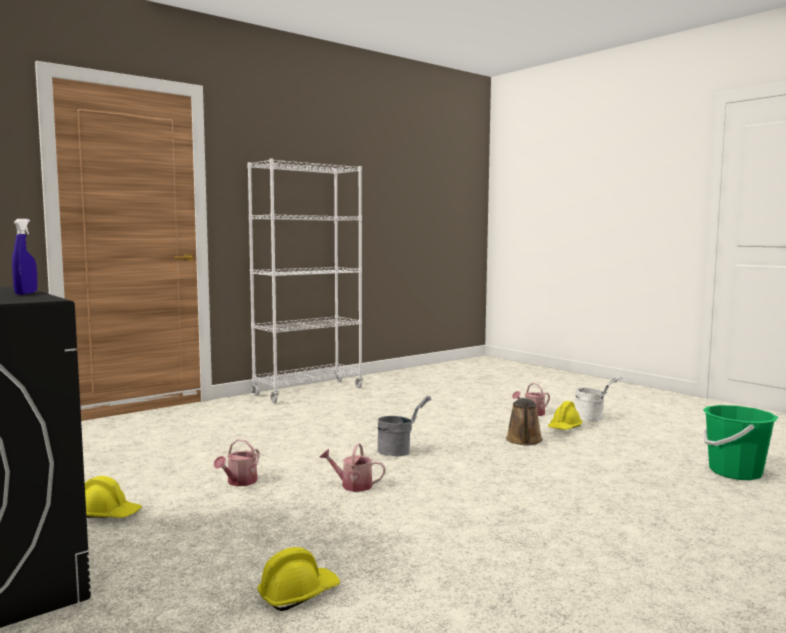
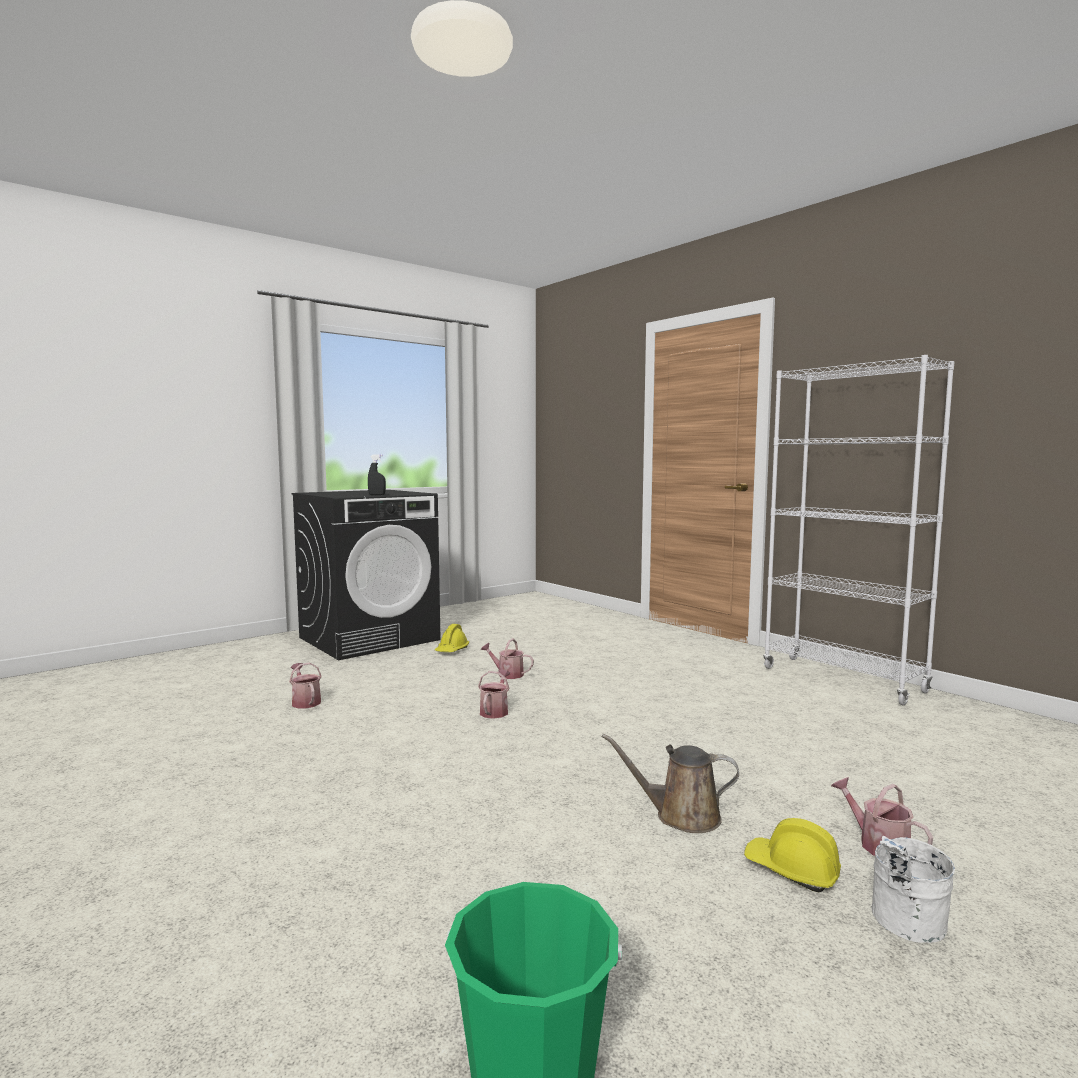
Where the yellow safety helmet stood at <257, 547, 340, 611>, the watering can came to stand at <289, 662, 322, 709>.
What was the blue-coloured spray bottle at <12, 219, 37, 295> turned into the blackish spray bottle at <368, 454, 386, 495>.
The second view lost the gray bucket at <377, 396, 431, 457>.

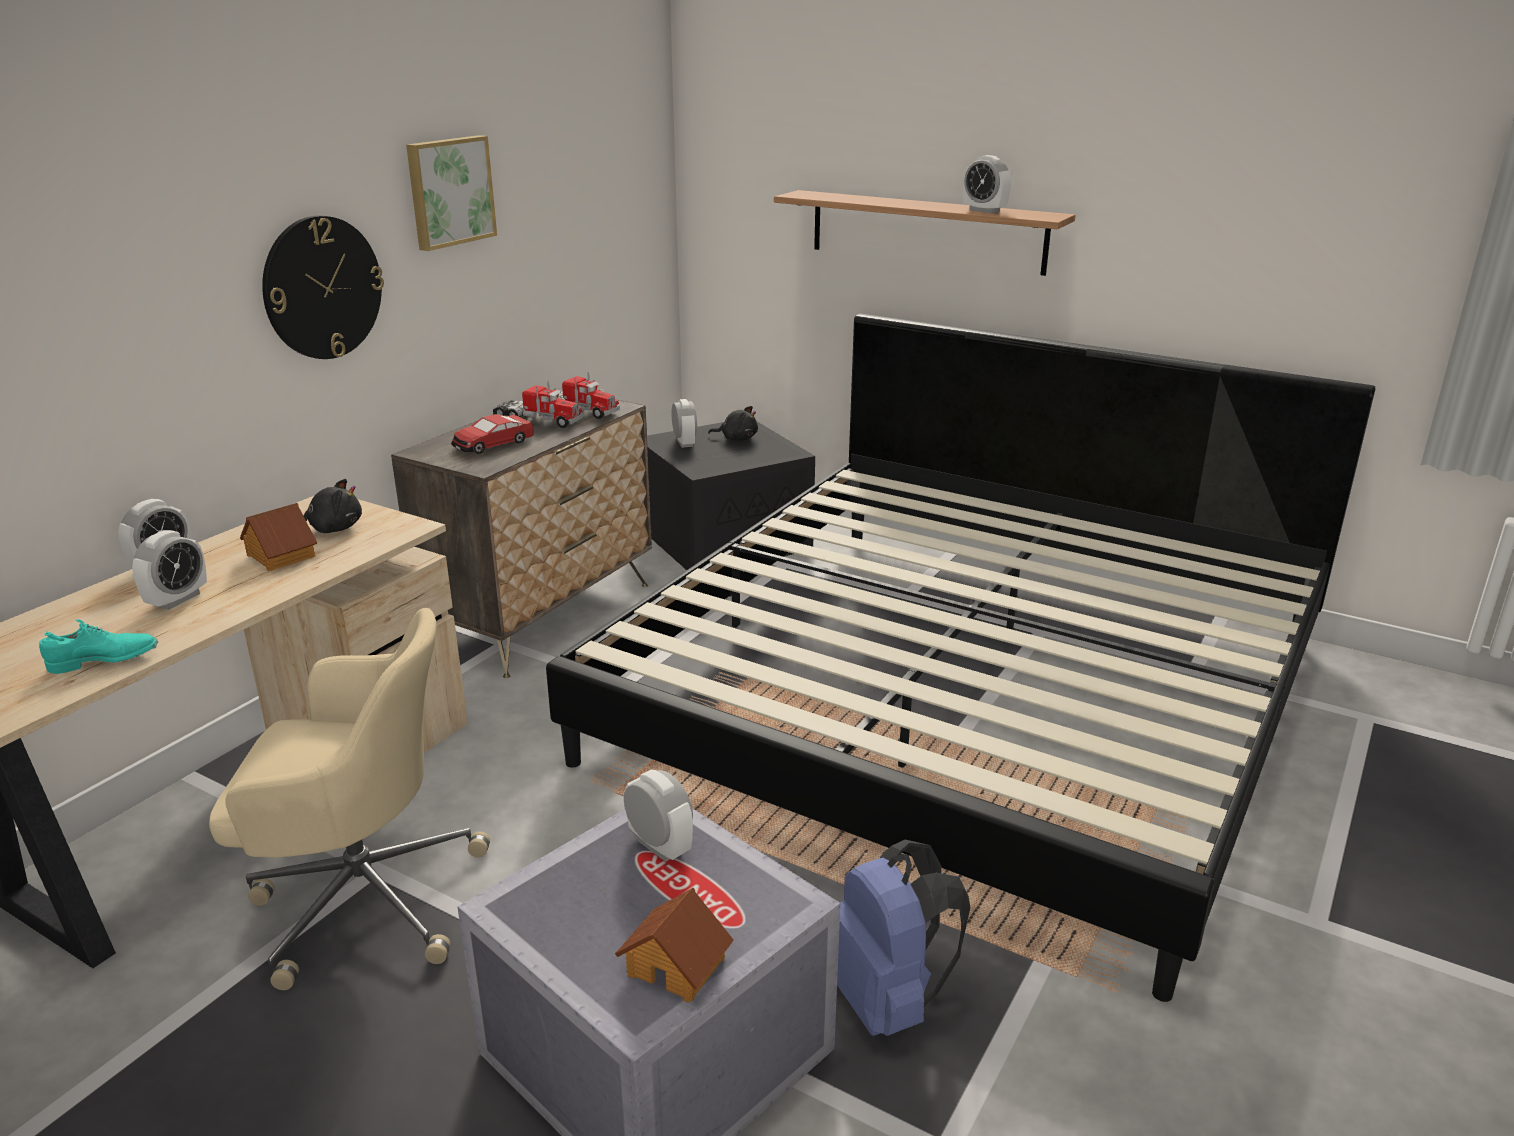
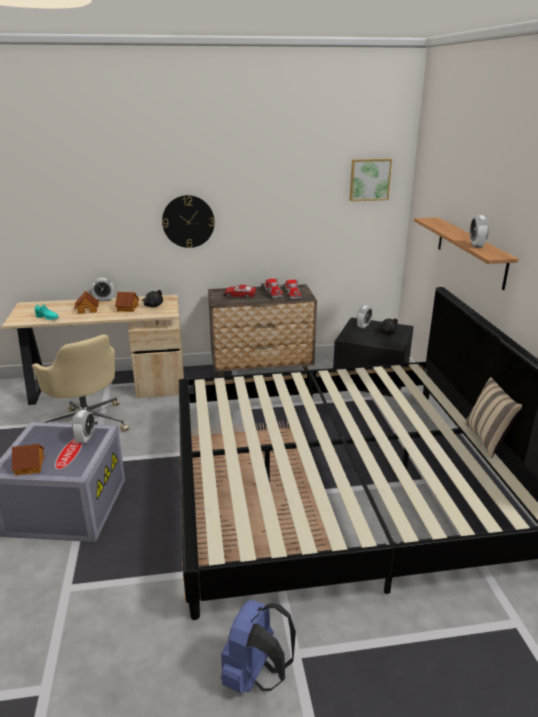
Where the alarm clock stood at <132, 530, 207, 610>, the miniature house came to stand at <74, 291, 99, 314>.
The blue-coloured rucksack ended up elsewhere, having gone from <837, 840, 971, 1036> to <221, 600, 296, 693>.
The wall picture ended up elsewhere, having gone from <406, 135, 497, 251> to <350, 159, 392, 201>.
The second view gained the sand-coloured pillow at <464, 377, 522, 458>.

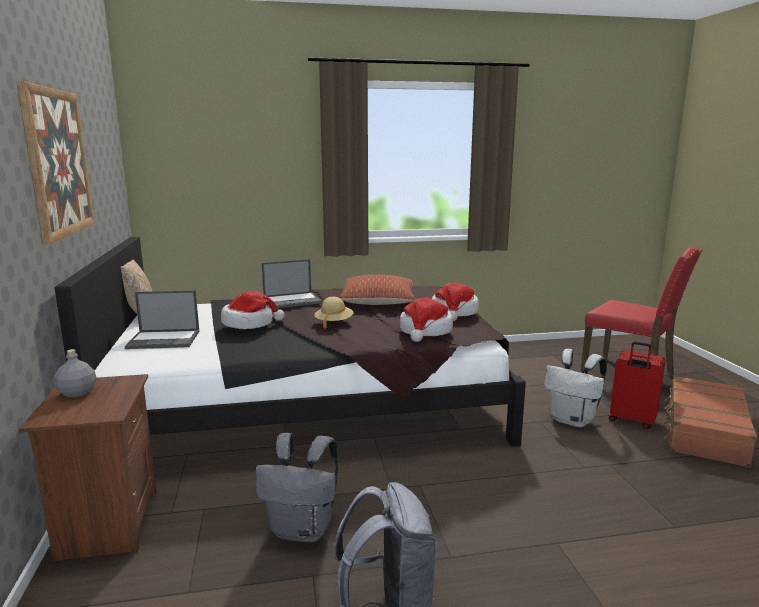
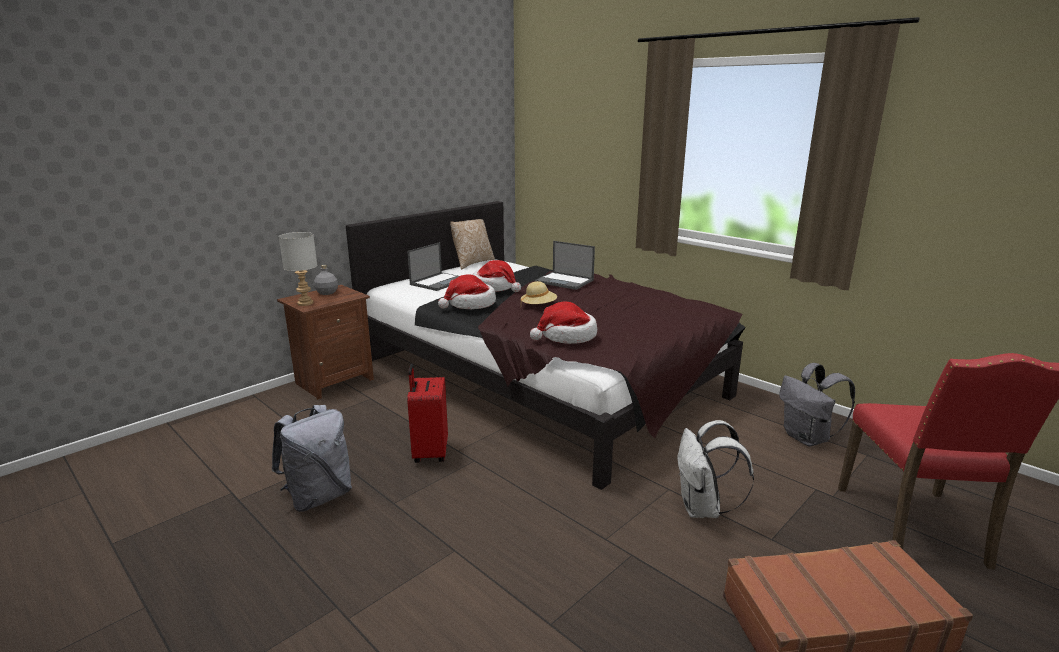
The second view gained the gray tabletop lamp at <279, 232, 317, 306>.
The notebook computer at <125, 290, 199, 349> ended up facing another way, 105 degrees counterclockwise from before.
The reddish suitcase ended up elsewhere, having gone from <609, 341, 666, 429> to <407, 364, 448, 463>.
The wearable hat ended up elsewhere, having gone from <432, 283, 479, 321> to <438, 274, 496, 309>.
The gray rucksack ended up elsewhere, having gone from <256, 433, 339, 542> to <779, 363, 855, 446>.
The second view lost the wall picture at <17, 81, 94, 244>.
The second view lost the pillow at <339, 275, 415, 305>.

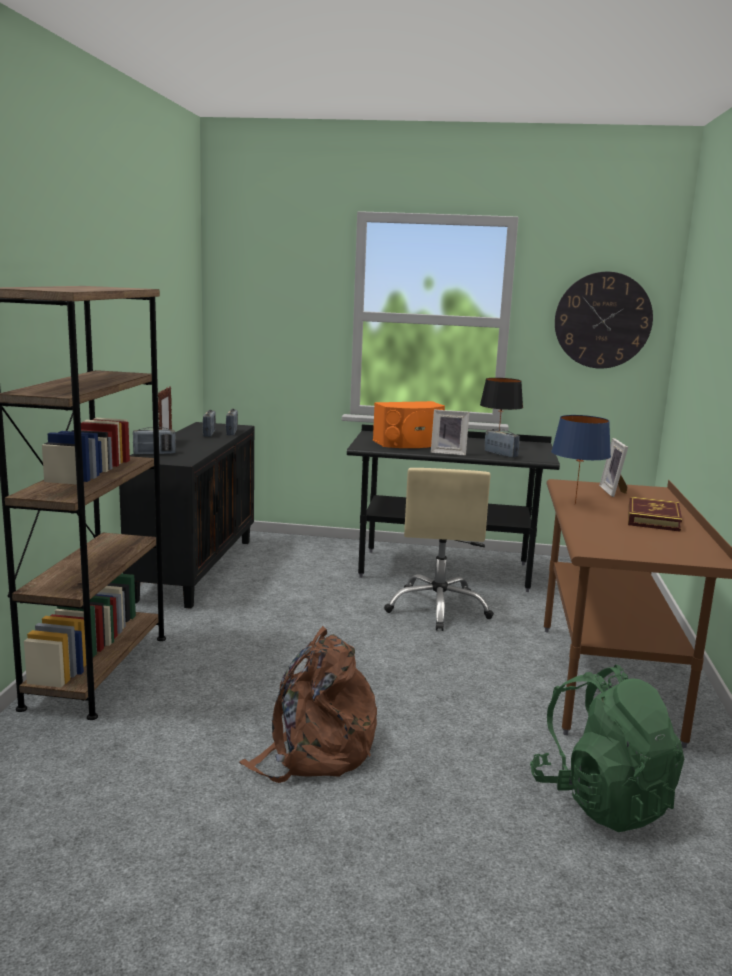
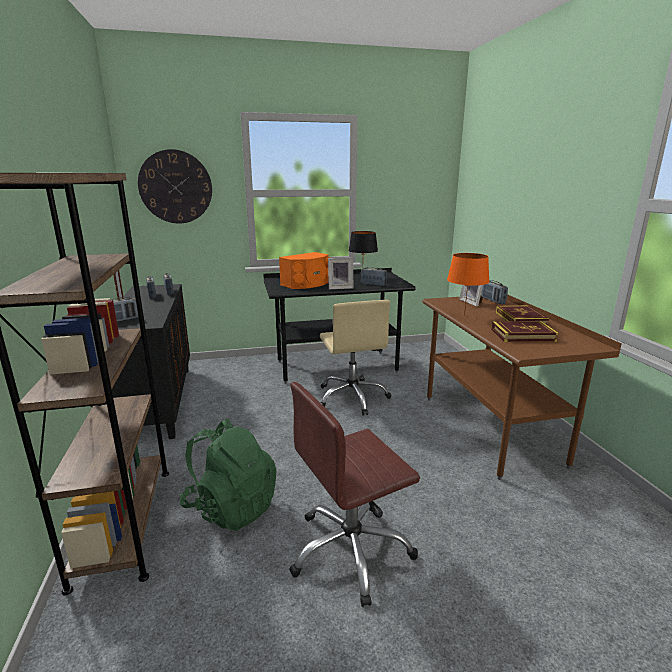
The clock on the wall ended up elsewhere, having gone from <555, 272, 653, 369> to <138, 149, 212, 223>.
The greenish rucksack ended up elsewhere, having gone from <530, 664, 684, 832> to <180, 419, 277, 531>.
Where the brown-coloured rucksack stood at <239, 626, 377, 783>, the brown-coloured desk chair came to stand at <289, 382, 420, 607>.
What was the blue-coloured tabletop lamp at <551, 415, 611, 505> turned into the orange-coloured tabletop lamp at <447, 253, 490, 316>.
The second view gained the radio receiver at <481, 280, 508, 304>.
The second view gained the bound book at <491, 321, 559, 342>.

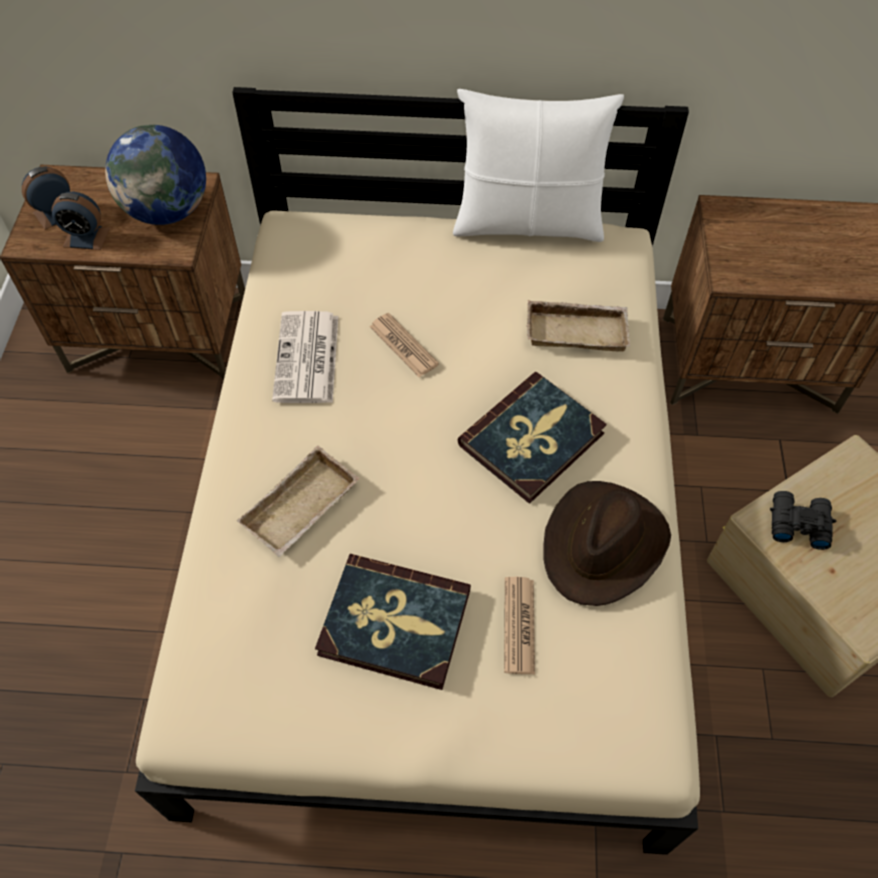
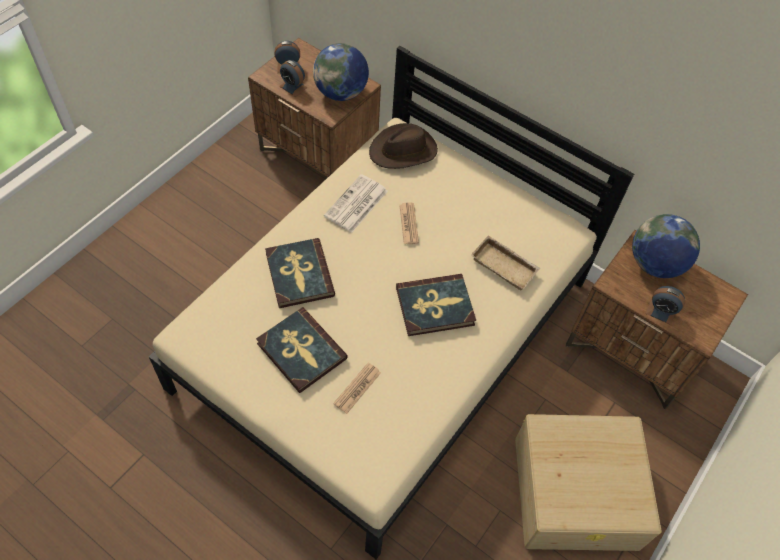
Where the sand-coloured serving tray stood at <237, 445, 360, 557>, the bound book came to stand at <265, 238, 335, 308>.
The brown-coloured wearable hat ended up elsewhere, having gone from <543, 481, 671, 606> to <369, 123, 438, 169>.
The second view gained the world globe at <632, 214, 700, 278>.
The second view gained the alarm clock at <646, 286, 685, 325>.
The second view lost the whitish pillow at <453, 89, 624, 242>.
The second view lost the blackish binoculars at <770, 491, 836, 550>.

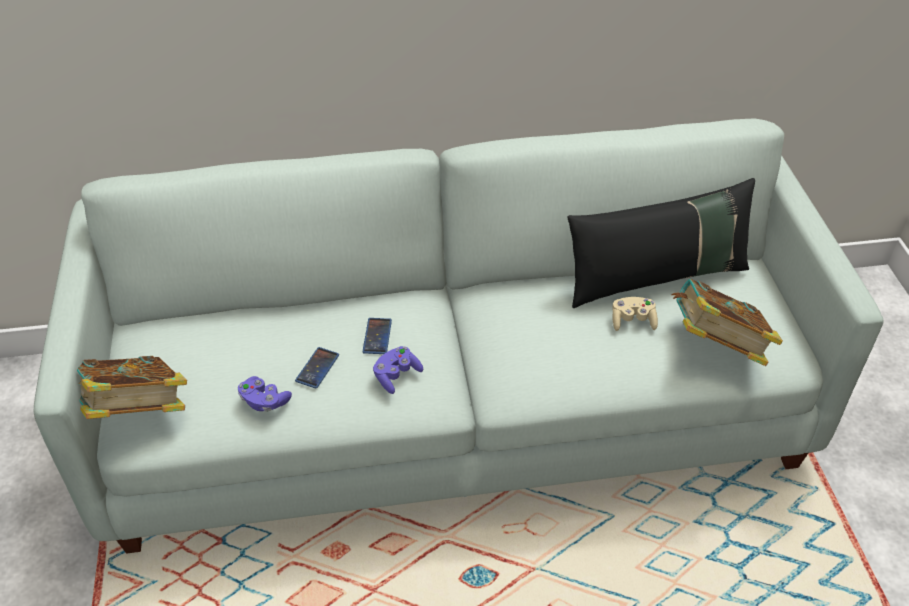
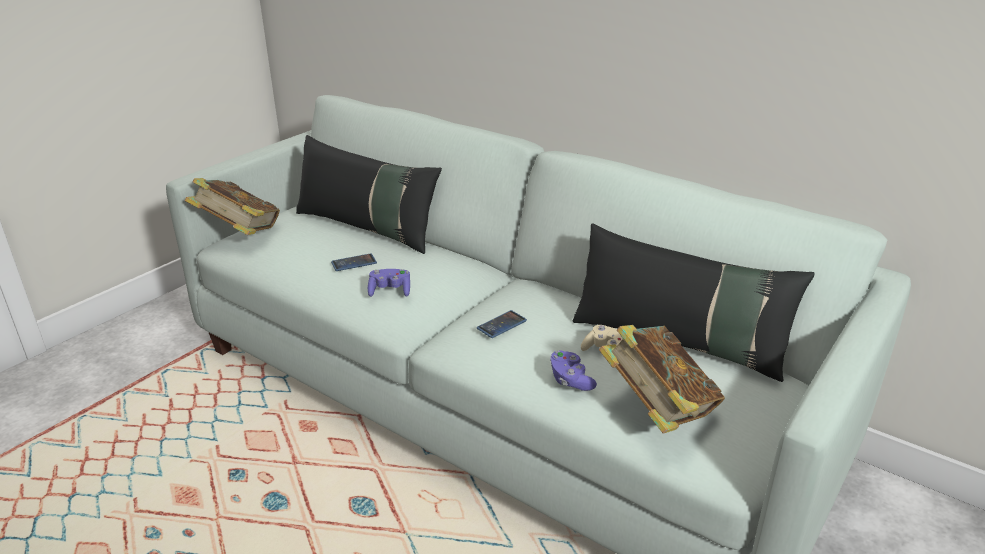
The second view gained the blackish pillow at <296, 135, 442, 254>.
The telephone ended up elsewhere, having gone from <363, 318, 392, 354> to <477, 310, 527, 338>.
The purple-coloured gamepad ended up elsewhere, having gone from <238, 376, 292, 412> to <550, 351, 597, 391>.

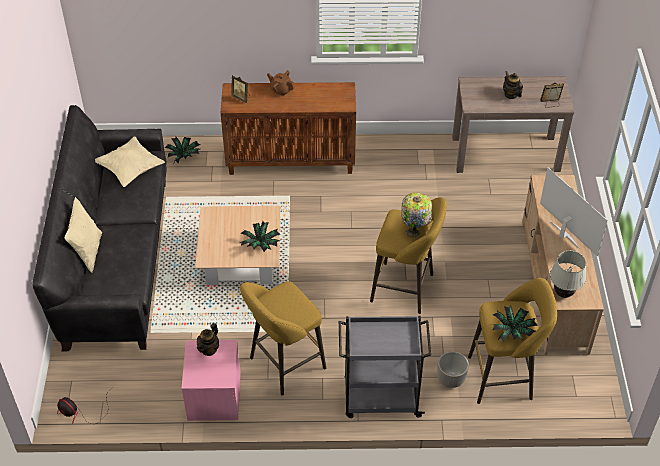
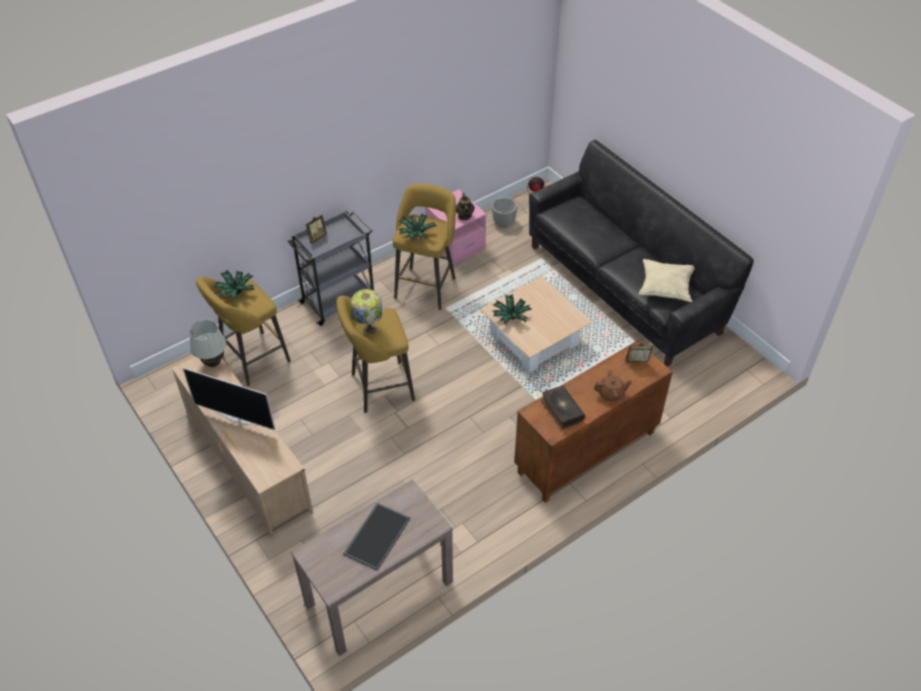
The photo frame ended up elsewhere, having gone from <540, 83, 564, 108> to <306, 214, 327, 244>.
Where the teapot stood at <503, 71, 523, 99>, the serving tray came to stand at <343, 503, 410, 571>.
The plant in a pot ended up elsewhere, having gone from <165, 137, 200, 163> to <397, 214, 436, 240>.
The flower pot ended up elsewhere, having gone from <437, 351, 469, 388> to <492, 197, 517, 227>.
The second view gained the bound book at <541, 385, 585, 430>.
The second view lost the sand-coloured pillow at <65, 197, 102, 273>.

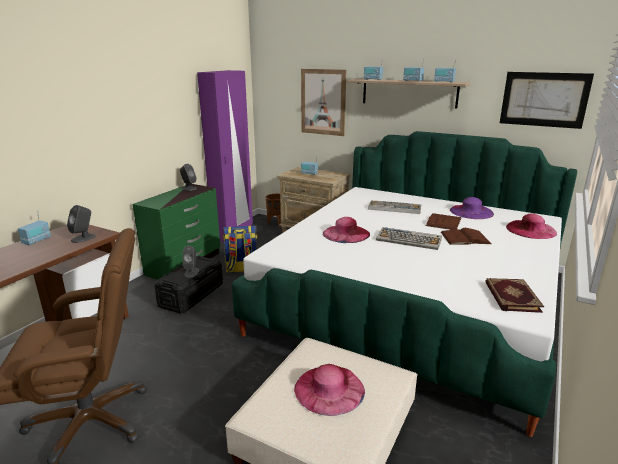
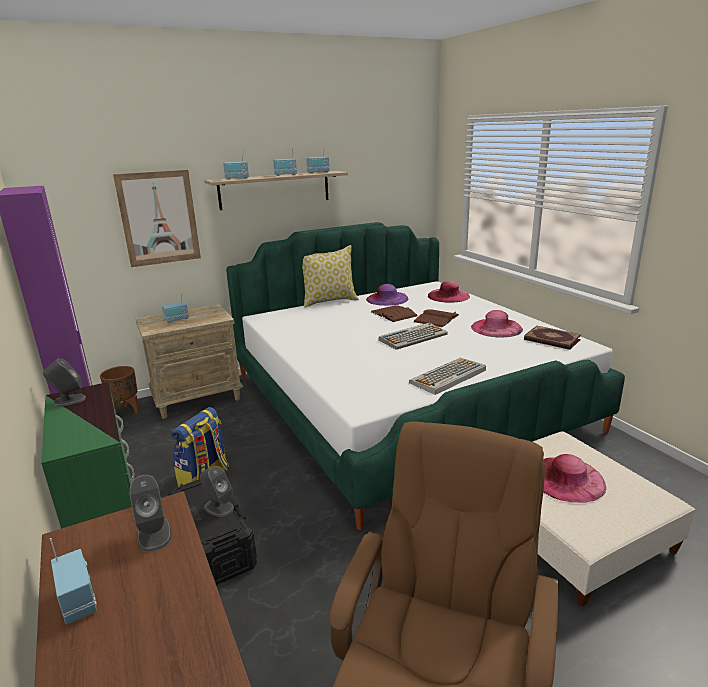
The second view gained the pillow at <302, 245, 359, 308>.
The computer keyboard ended up elsewhere, having gone from <368, 200, 421, 214> to <409, 358, 486, 395>.
The pink wearable hat ended up elsewhere, having gone from <323, 217, 370, 243> to <471, 310, 523, 337>.
The second view lost the wall picture at <500, 72, 594, 129>.

